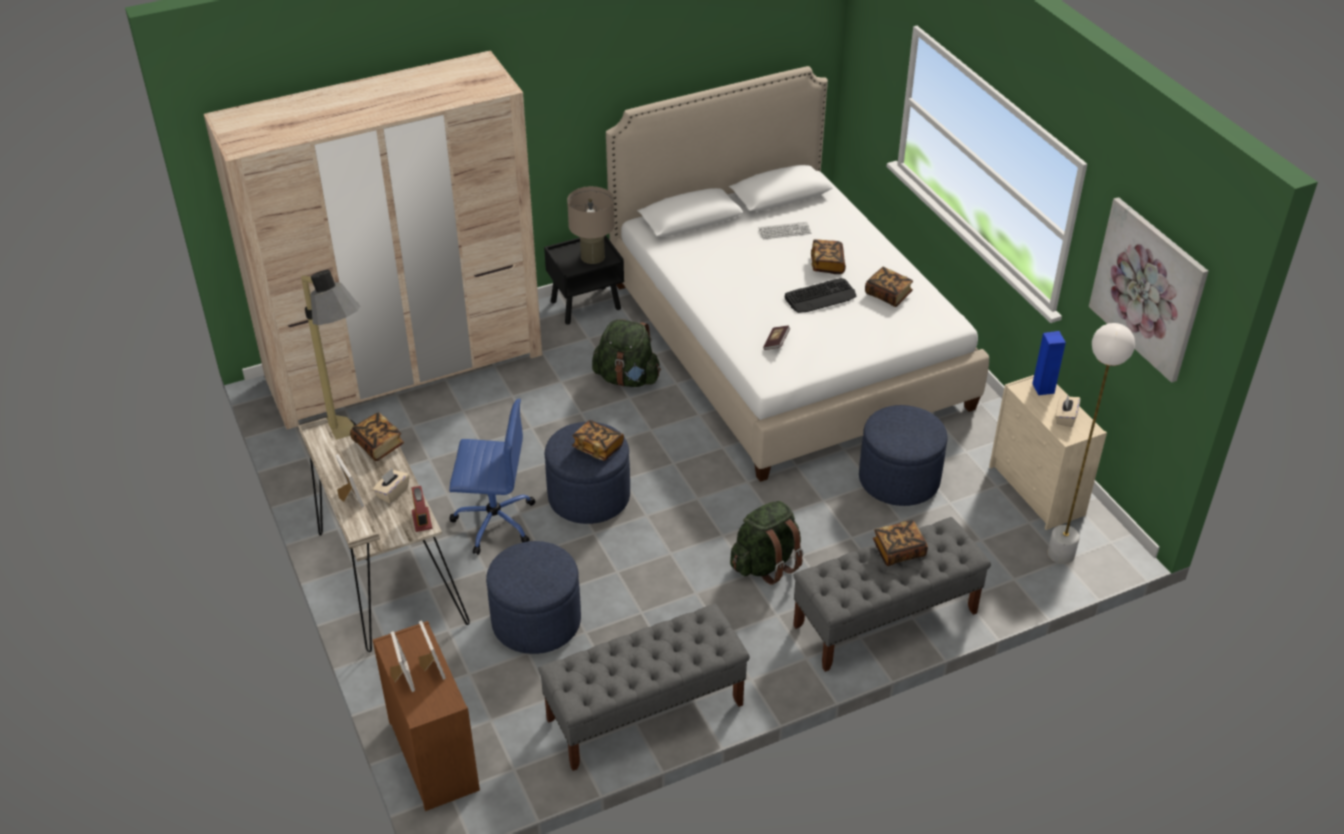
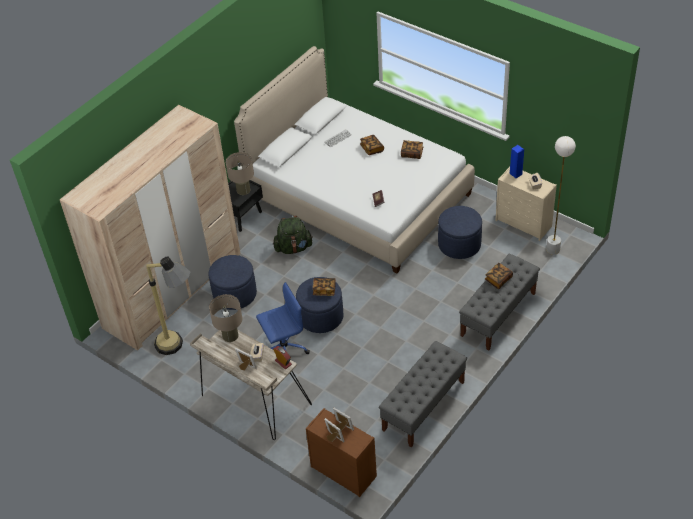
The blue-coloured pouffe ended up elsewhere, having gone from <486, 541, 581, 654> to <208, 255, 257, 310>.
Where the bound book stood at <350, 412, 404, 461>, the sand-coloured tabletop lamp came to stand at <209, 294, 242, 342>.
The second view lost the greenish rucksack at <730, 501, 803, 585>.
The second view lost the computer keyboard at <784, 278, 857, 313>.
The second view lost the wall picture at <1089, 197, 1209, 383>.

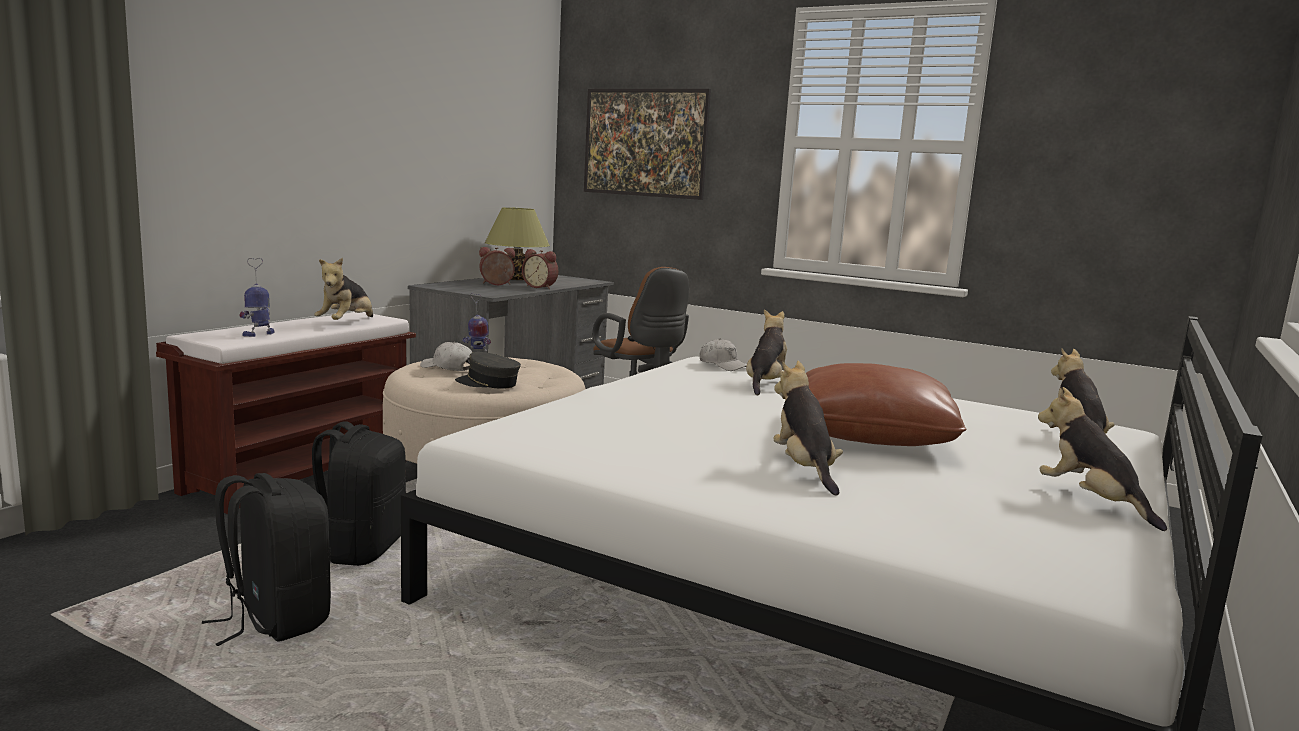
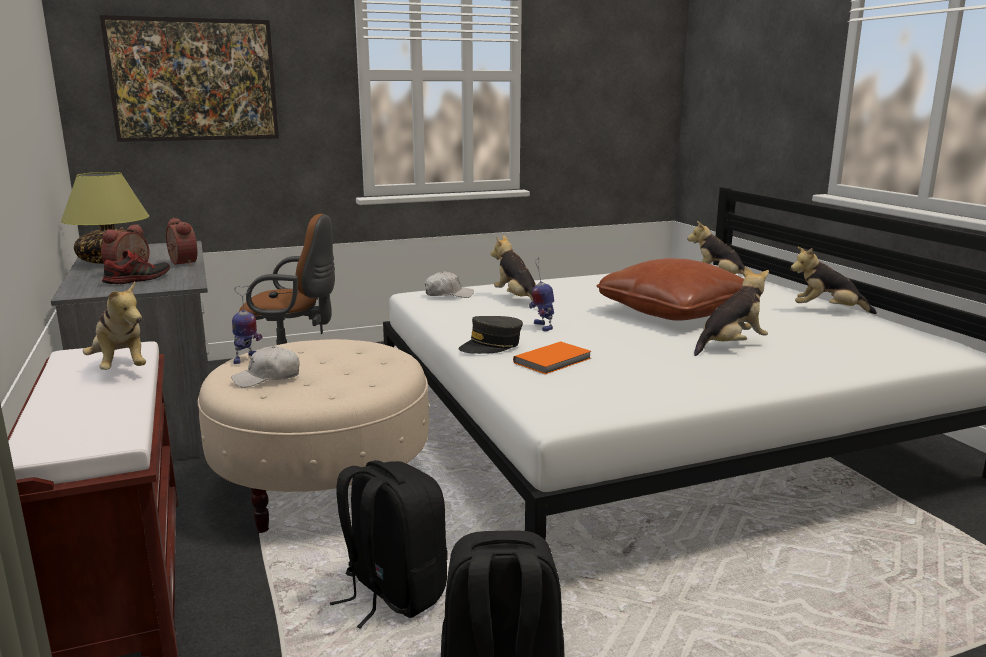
The second view gained the shoe at <102, 250, 170, 284>.
The alarm clock at <522, 249, 558, 289> ended up facing another way, 105 degrees counterclockwise from before.
The gray baseball cap ended up elsewhere, having gone from <455, 352, 521, 389> to <459, 316, 523, 354>.
The second view gained the orange-coloured bound book at <513, 341, 591, 375>.
The robot figure ended up elsewhere, having gone from <239, 258, 274, 337> to <529, 257, 554, 331>.
The cuddly toy at <774, 361, 843, 495> ended up facing another way, 120 degrees clockwise from before.

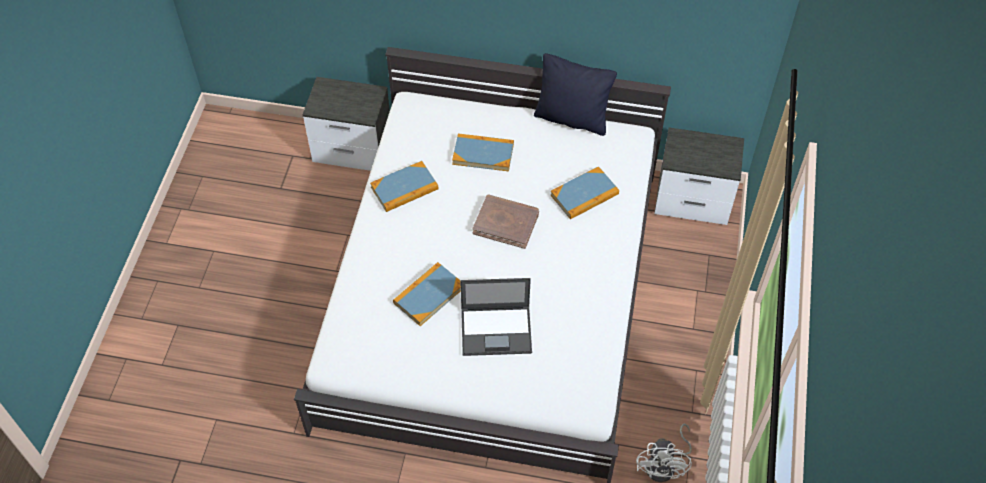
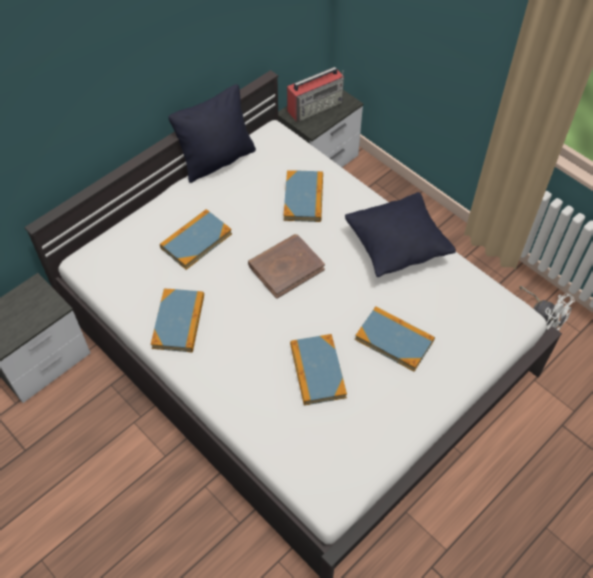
The second view gained the radio receiver at <287, 67, 344, 122>.
The second view gained the blackish pillow at <345, 192, 456, 277>.
Where the notebook computer stood at <460, 278, 532, 356>, the bound book came to stand at <355, 306, 435, 372>.

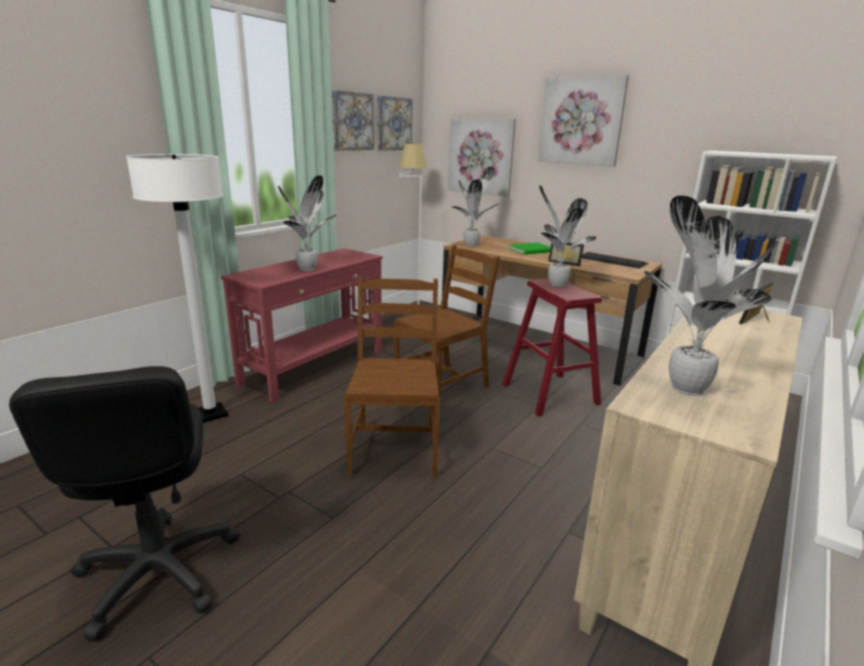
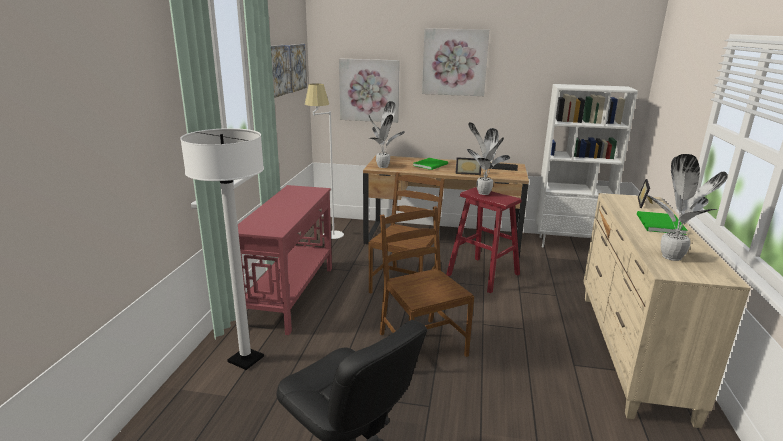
The second view gained the greenish bound book at <637, 211, 688, 235>.
The second view lost the plant in a pot at <278, 175, 336, 271>.

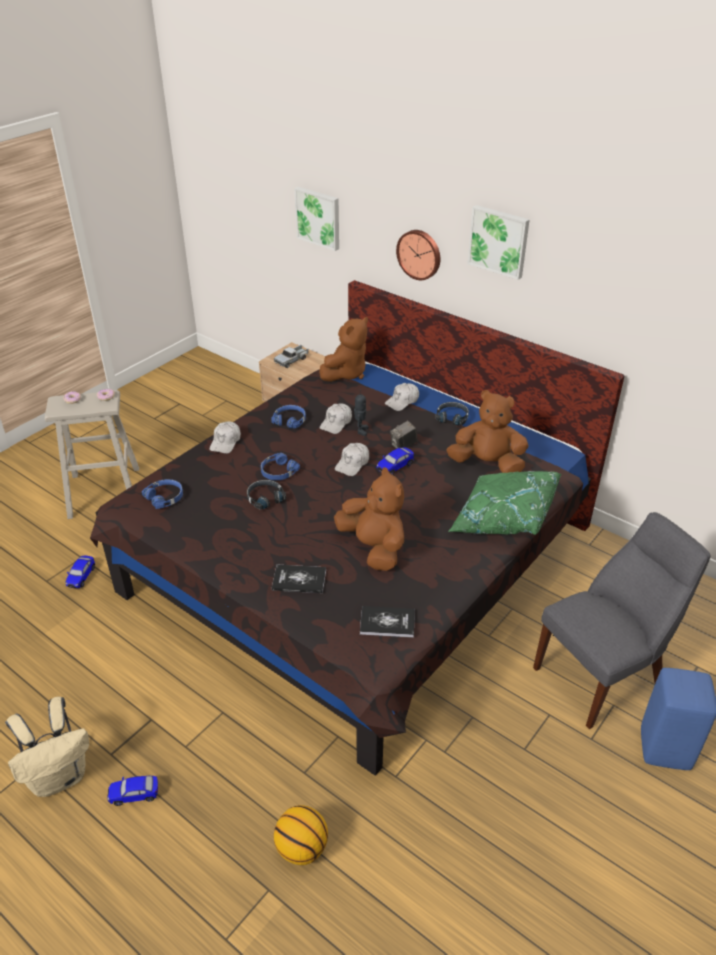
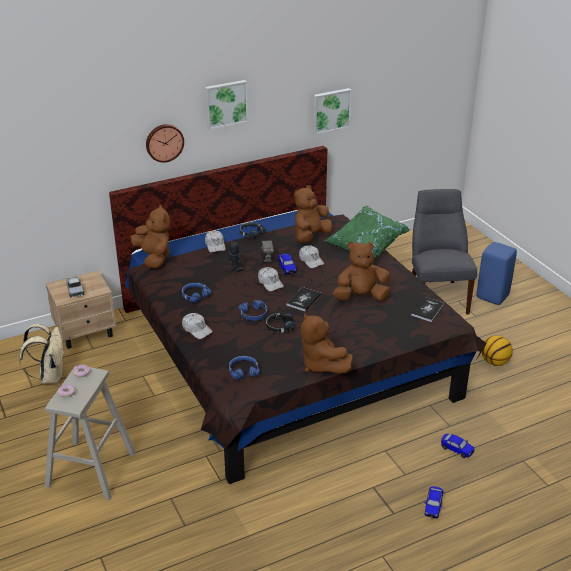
The sand-coloured rucksack ended up elsewhere, having gone from <5, 697, 89, 797> to <19, 324, 65, 384>.
The bound book ended up elsewhere, having gone from <272, 565, 326, 593> to <286, 287, 321, 311>.
The whitish baseball cap ended up elsewhere, having gone from <319, 404, 352, 434> to <299, 245, 324, 268>.
The second view gained the brown-coloured cuddly toy at <300, 313, 353, 374>.
The wall picture ended up elsewhere, having gone from <294, 187, 339, 251> to <313, 88, 352, 135>.
The miniature car ended up elsewhere, having gone from <65, 556, 95, 588> to <441, 434, 474, 458>.
The basketball ended up elsewhere, having gone from <274, 805, 328, 865> to <482, 336, 513, 366>.

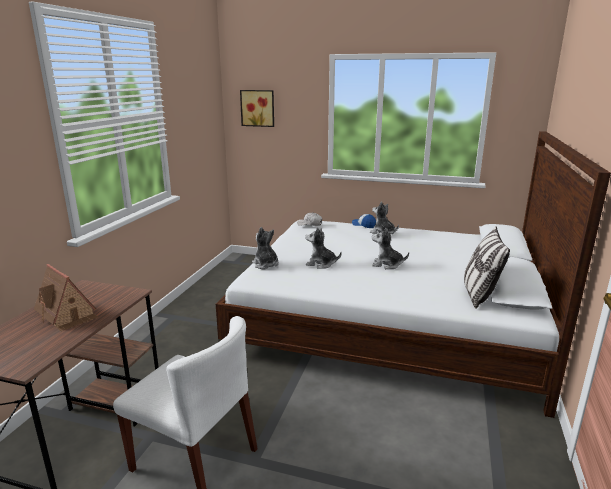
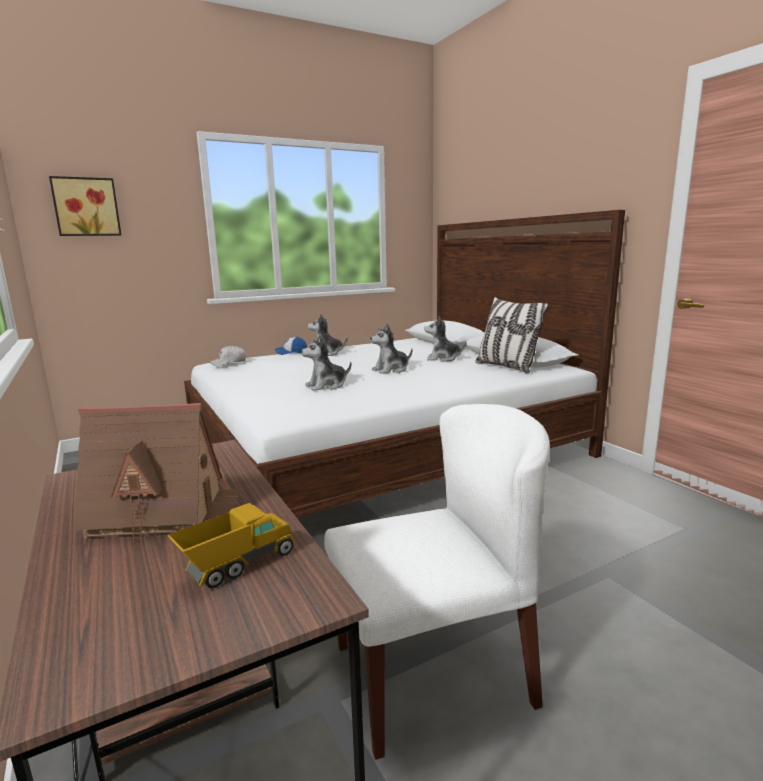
The second view gained the toy truck at <167, 503, 296, 588>.
The cuddly toy ended up elsewhere, having gone from <252, 227, 279, 269> to <424, 316, 467, 362>.

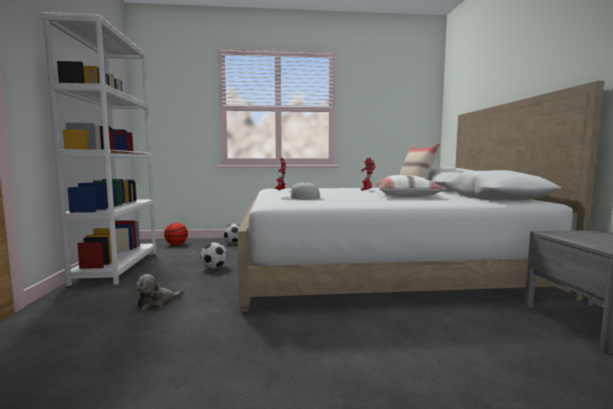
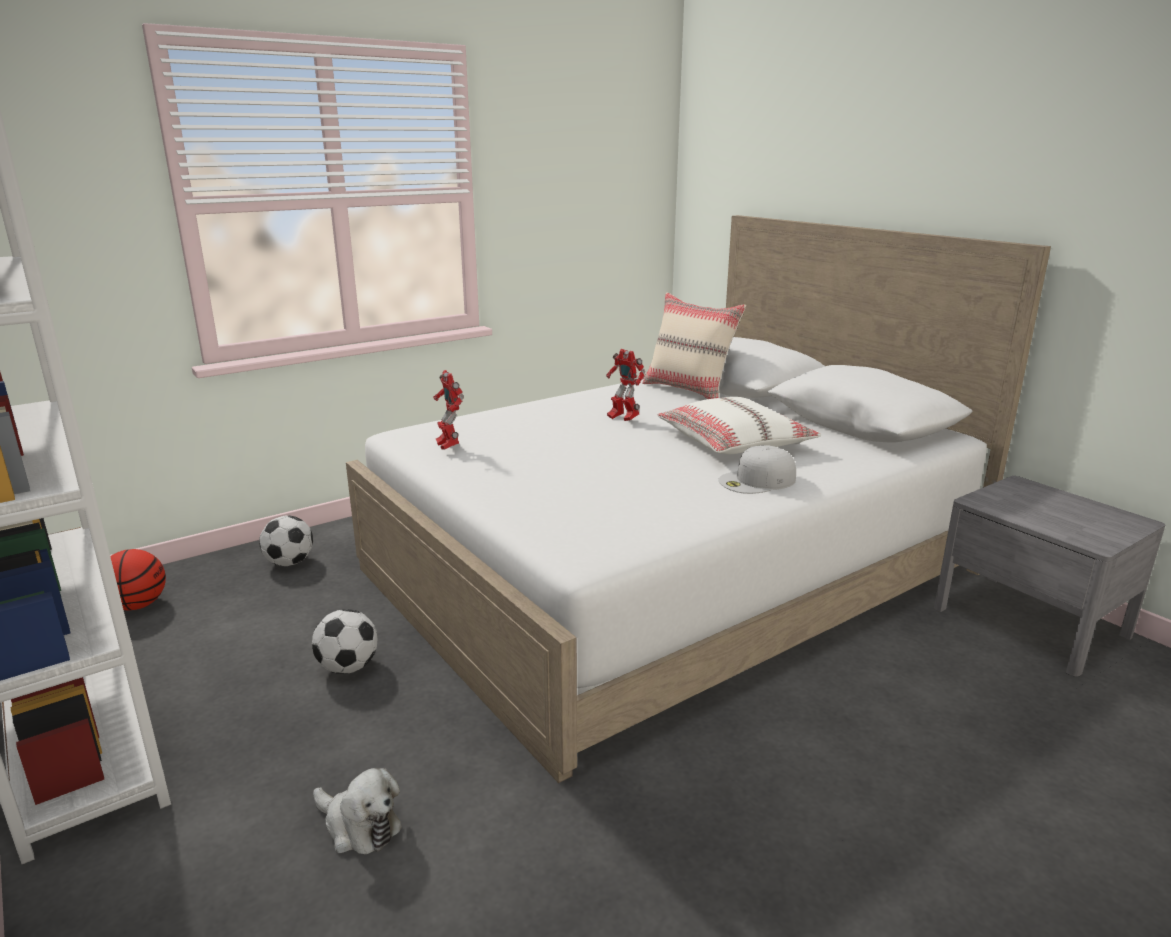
The cuddly toy at <134, 274, 184, 311> ended up facing another way, 75 degrees counterclockwise from before.
The whitish baseball cap ended up elsewhere, having gone from <281, 182, 320, 200> to <718, 445, 796, 494>.

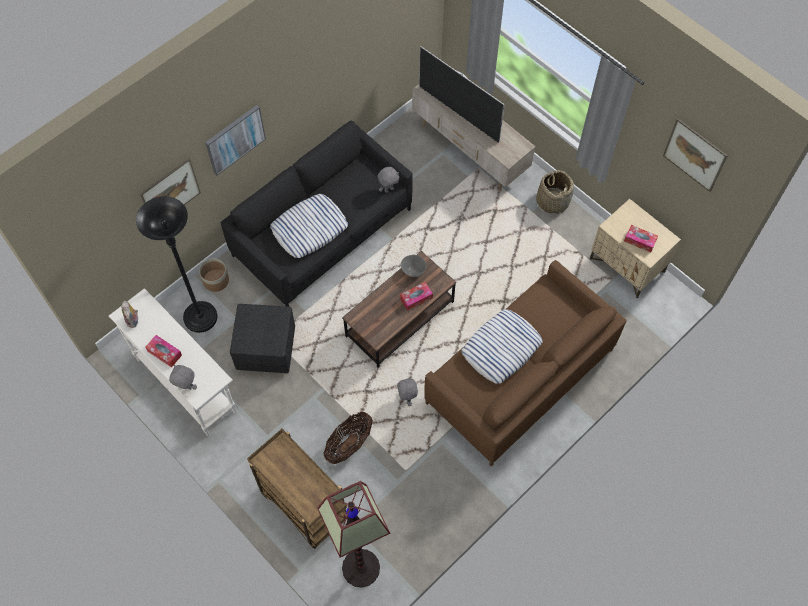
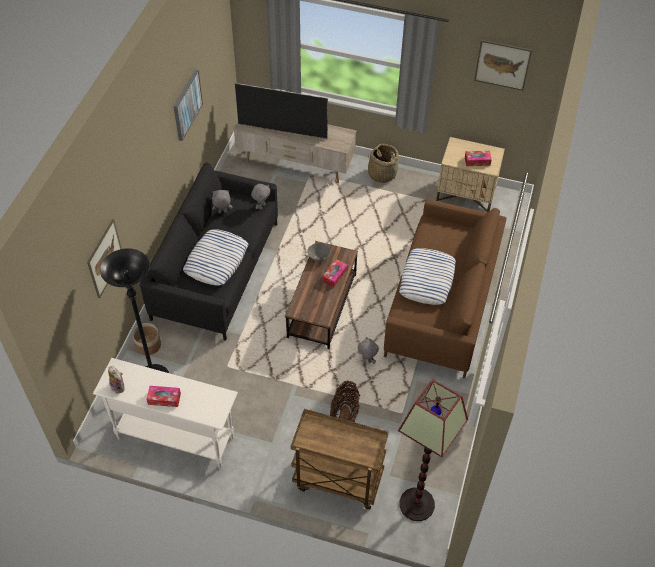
The wall picture ended up elsewhere, having gone from <205, 105, 266, 176> to <173, 69, 203, 141>.
The gray cuddly toy ended up elsewhere, having gone from <169, 365, 197, 390> to <212, 190, 232, 213>.
The second view lost the blackish pouffe at <230, 304, 295, 373>.

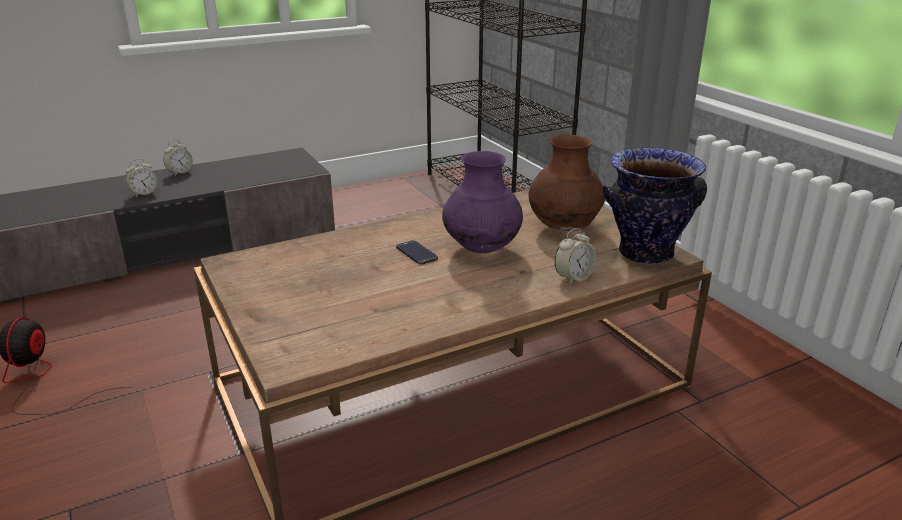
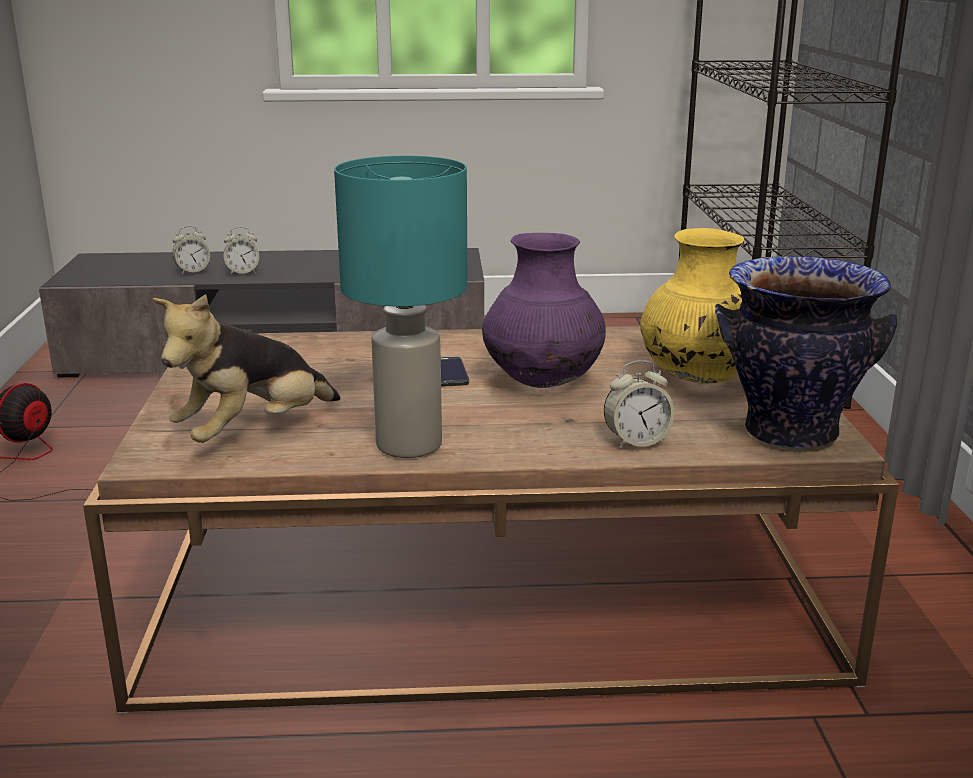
The second view gained the cuddly toy at <152, 294, 340, 443>.
The alarm clock ended up elsewhere, having gone from <163, 140, 193, 176> to <172, 226, 210, 274>.
The second view gained the turquoise tabletop lamp at <334, 156, 468, 458>.
What was the brown-coloured flower vase at <529, 134, 605, 231> turned into the yellow flower vase at <640, 228, 744, 384>.

